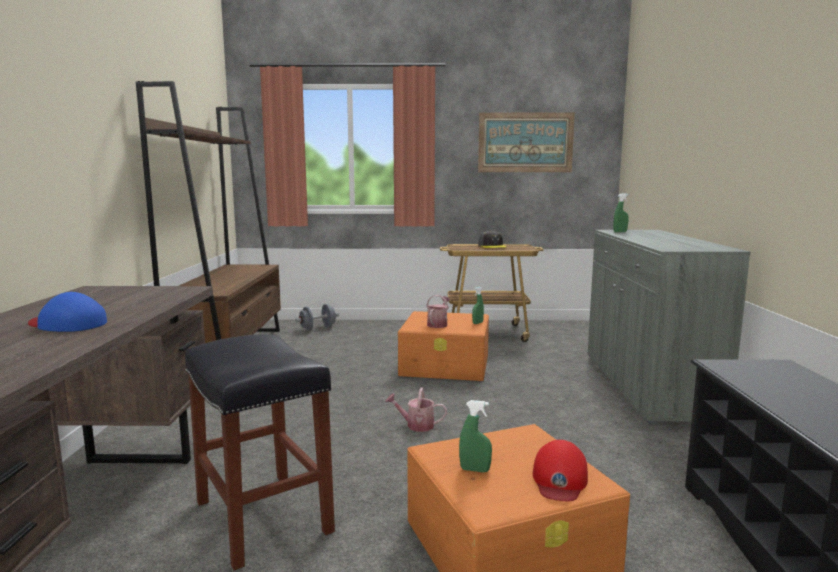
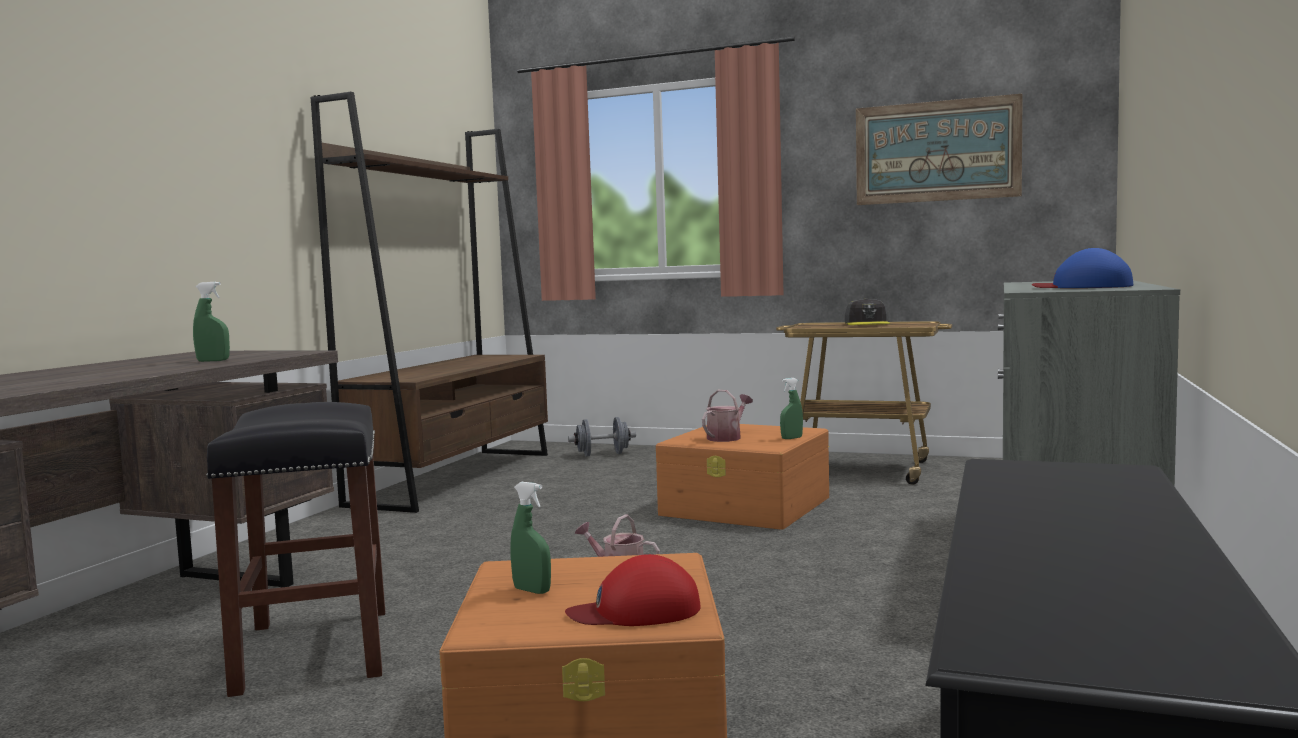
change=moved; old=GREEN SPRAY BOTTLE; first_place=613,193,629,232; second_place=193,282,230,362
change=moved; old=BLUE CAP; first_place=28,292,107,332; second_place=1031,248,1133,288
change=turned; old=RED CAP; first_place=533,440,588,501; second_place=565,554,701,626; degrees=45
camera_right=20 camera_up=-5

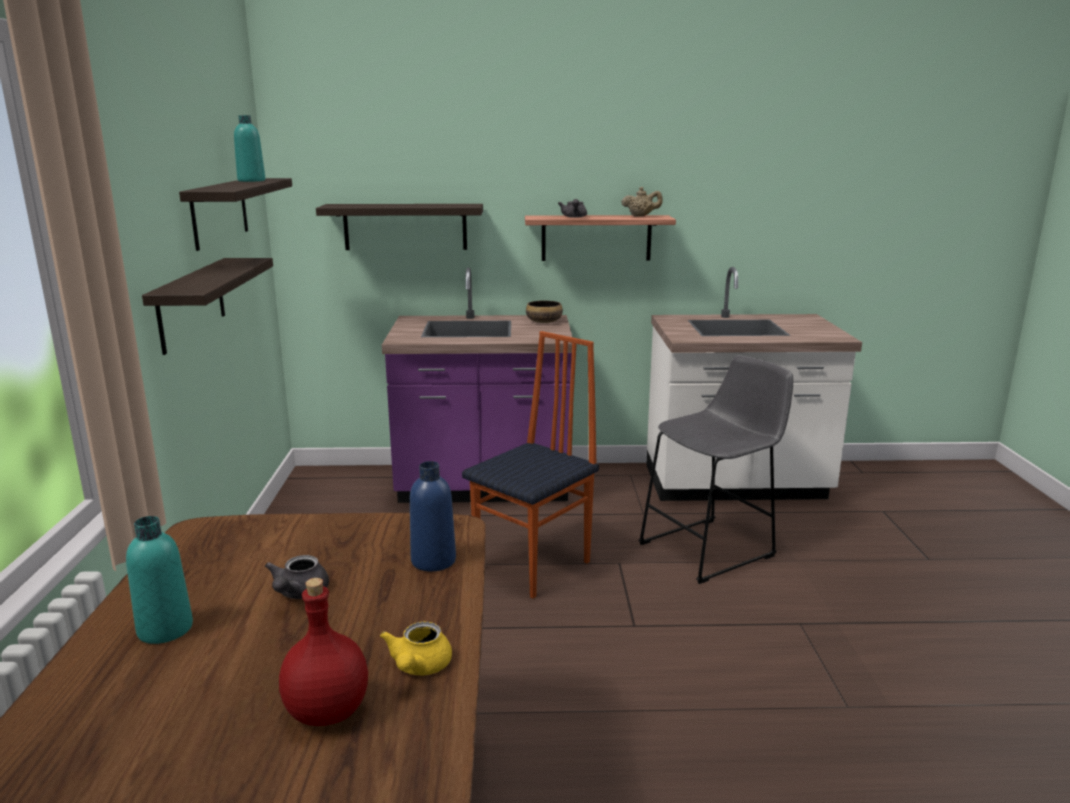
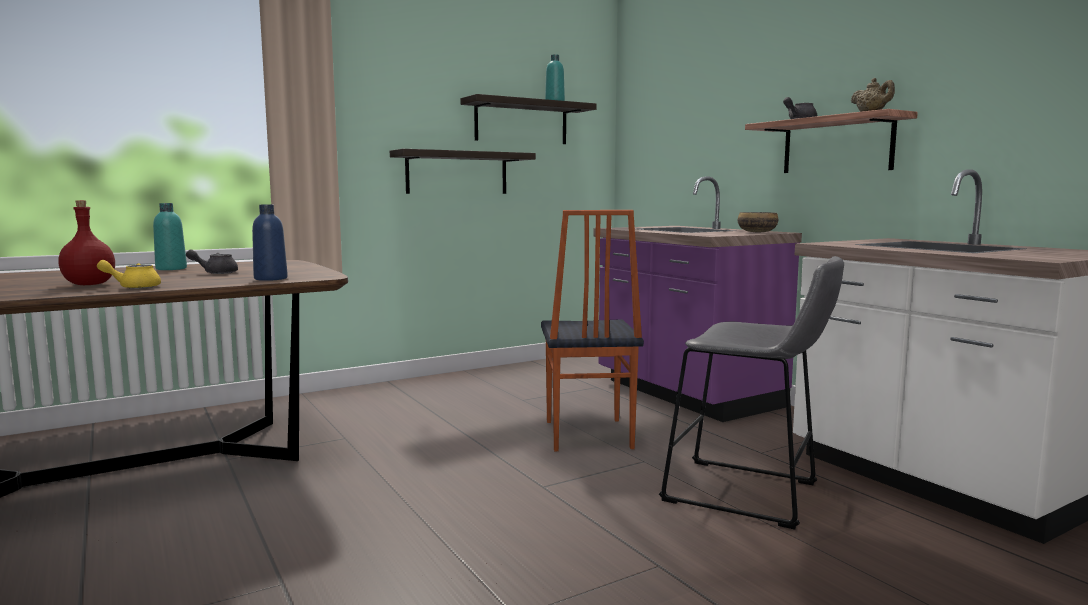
change=removed; old=SHELF; first_place=316,204,483,250
change=turned; old=CHAIR; first_place=462,331,599,598; second_place=541,210,644,451; degrees=75
camera_right=60 camera_up=-10

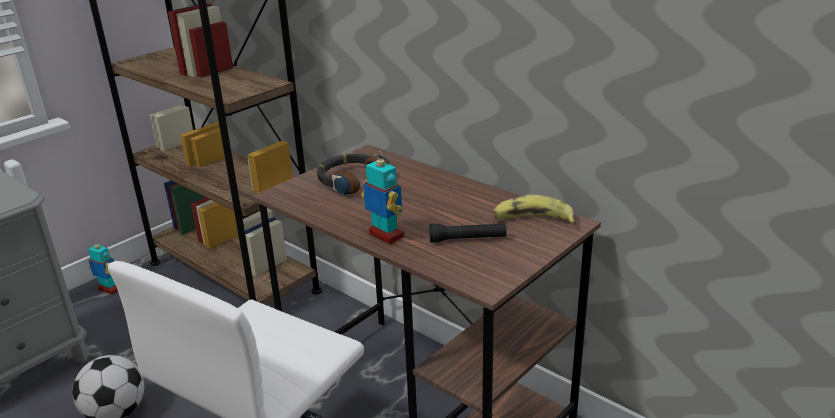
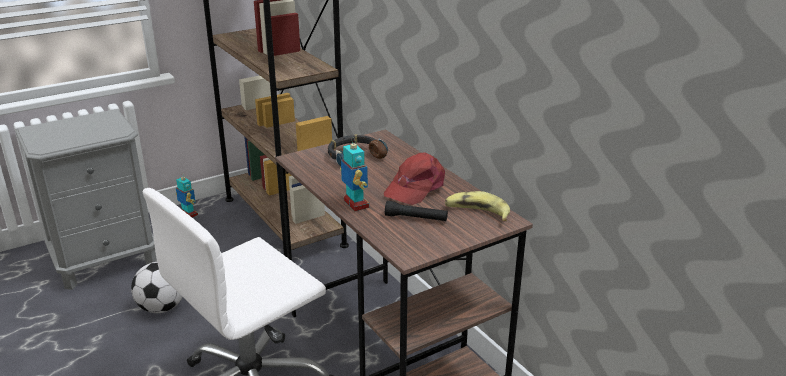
change=added; new=RED CAP; second_place=384,152,445,205
camera_right=15 camera_up=0

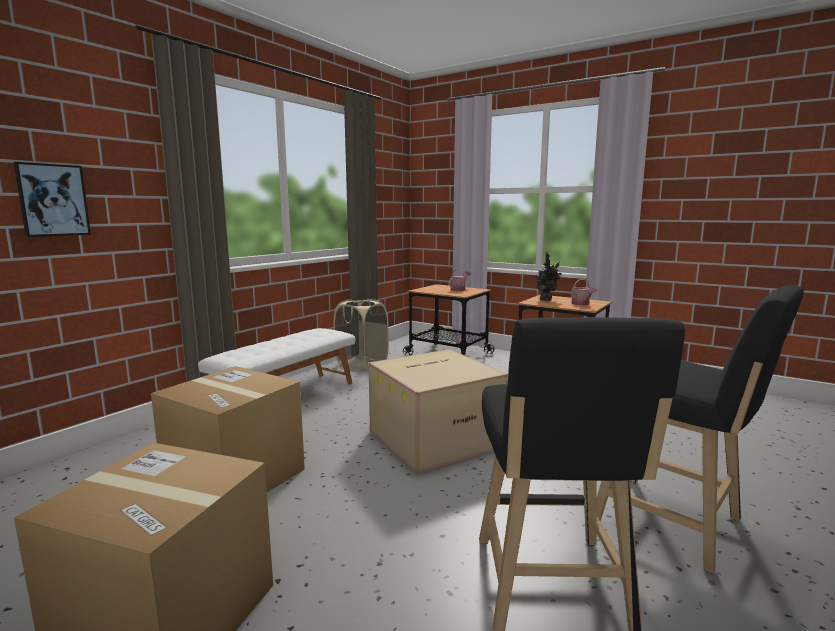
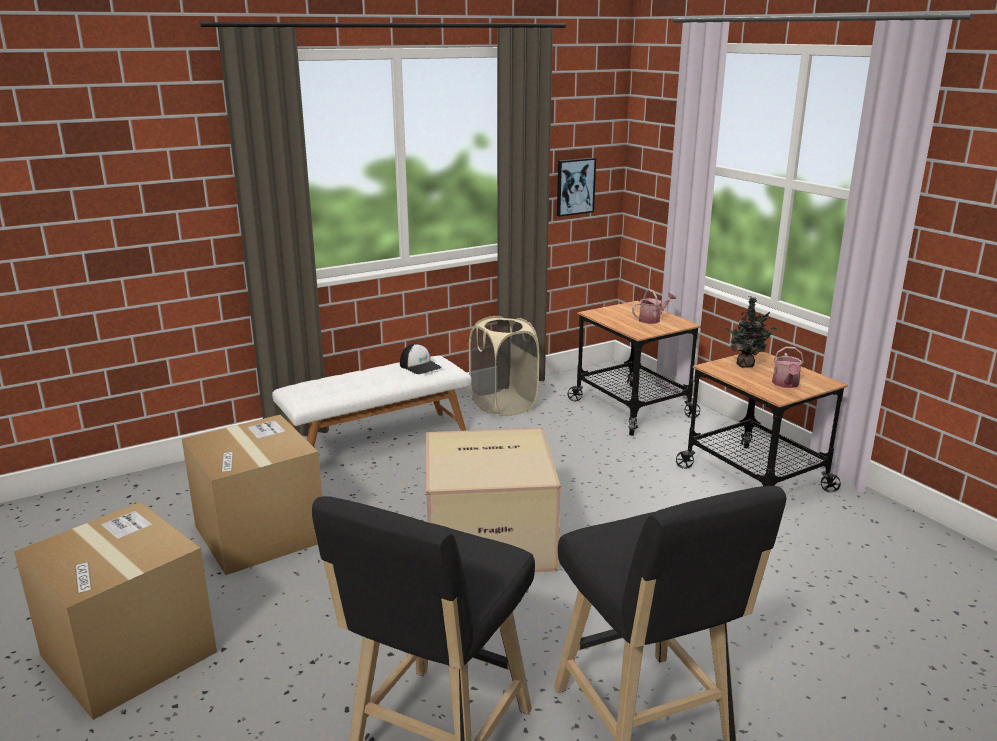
change=moved; old=PICTURE; first_place=14,162,91,237; second_place=557,158,596,217
change=added; new=CAP; second_place=400,344,441,374
camera_right=25 camera_up=10

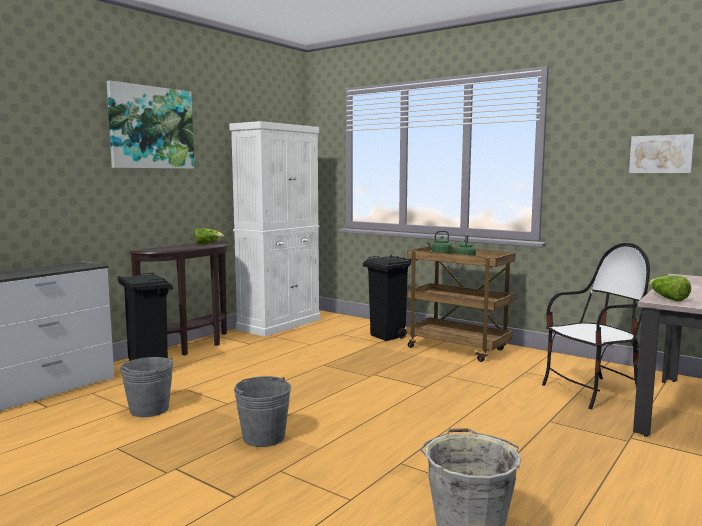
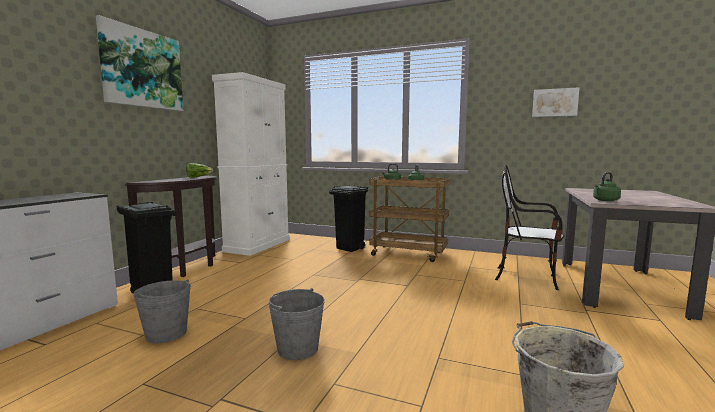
change=turned; old=CHAIR; first_place=542,243,650,409; second_place=495,165,564,290; degrees=-120
change=replaced; old=LETTUCE; new=GREEN KETTLE; first_place=649,275,691,301; second_place=593,172,621,201
camera_right=-15 camera_up=0

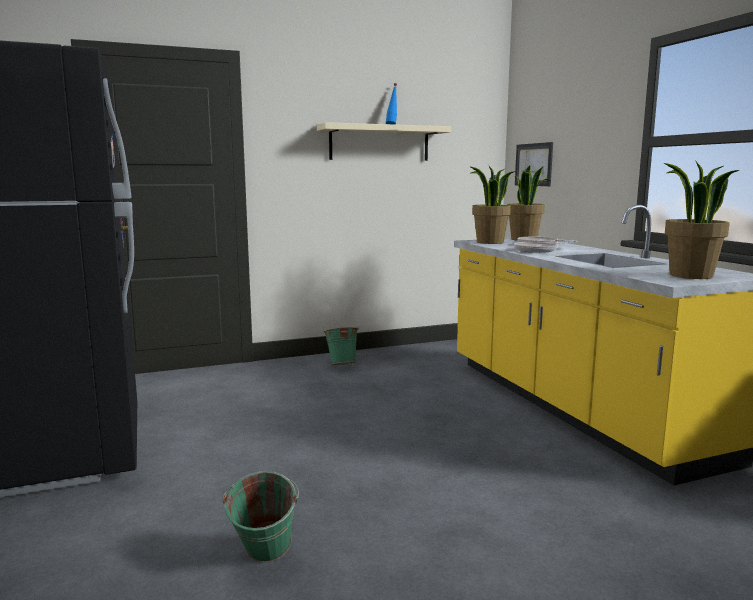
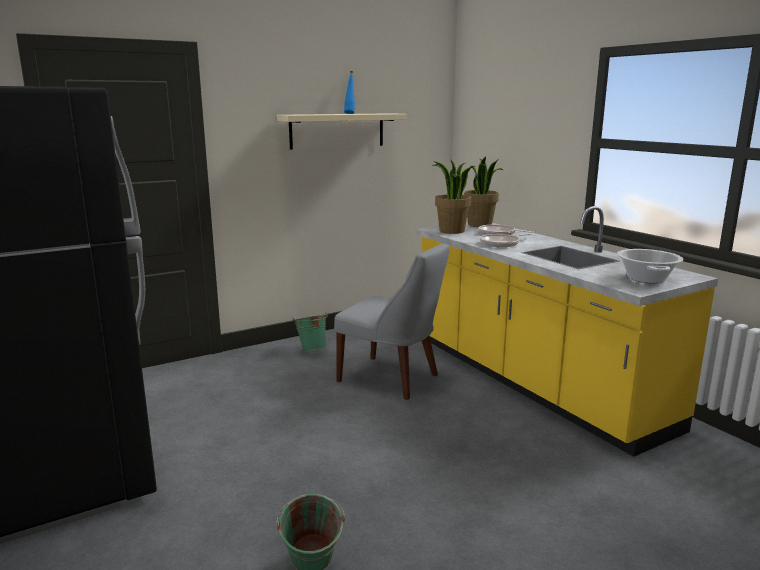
change=removed; old=PICTURE; first_place=515,142,553,186
change=replaced; old=POTTED PLANT; new=COOKING POT; first_place=664,160,739,279; second_place=617,249,683,283
change=added; new=GREY CHAIR; second_place=334,243,450,400
camera_right=-10 camera_up=5

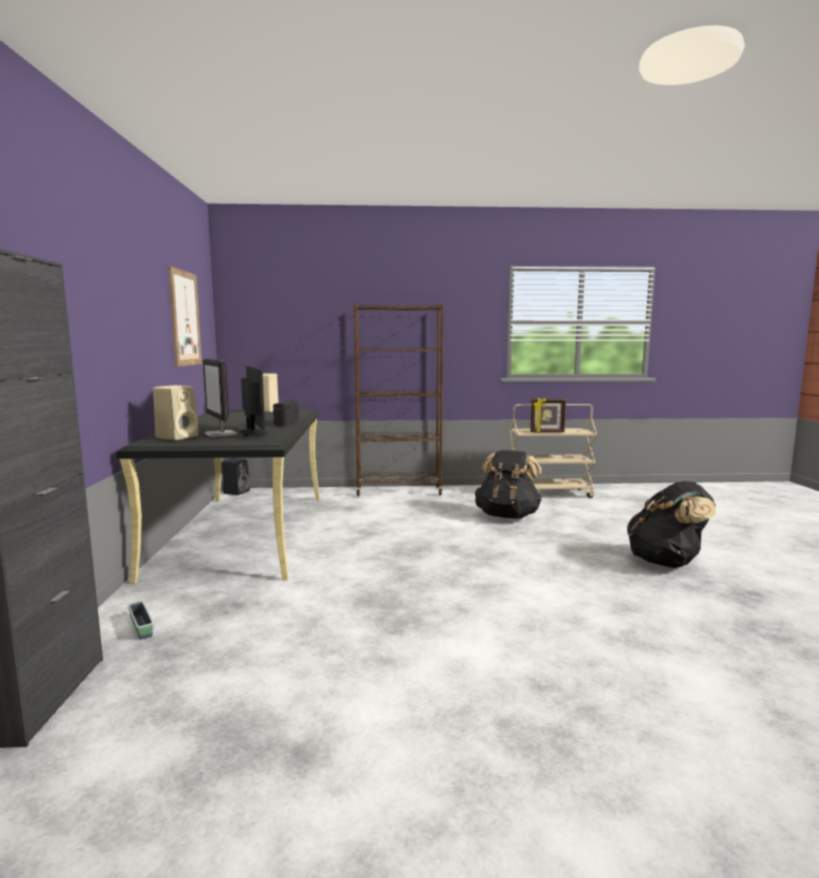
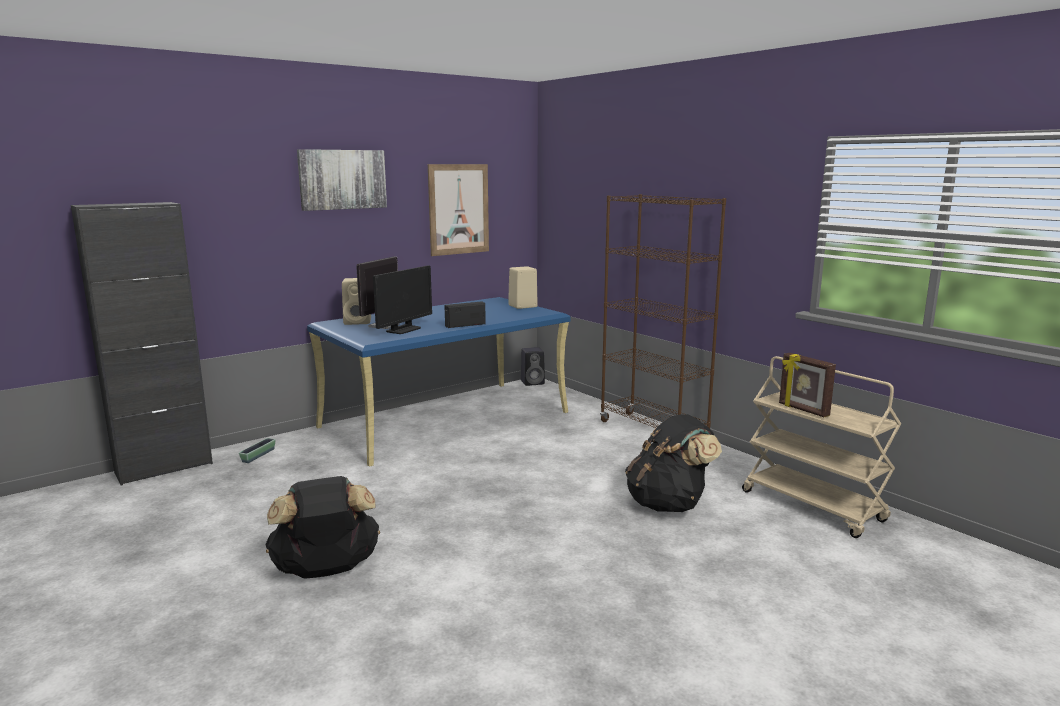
change=recoloured; old=BLACK DESK; new=BLUE DESK; first_place=116,410,320,584; second_place=307,297,571,467
change=moved; old=BLACK BACKPACK; first_place=627,481,716,568; second_place=265,476,380,578
change=added; new=PICTURE; second_place=297,149,387,211
camera_right=55 camera_up=5

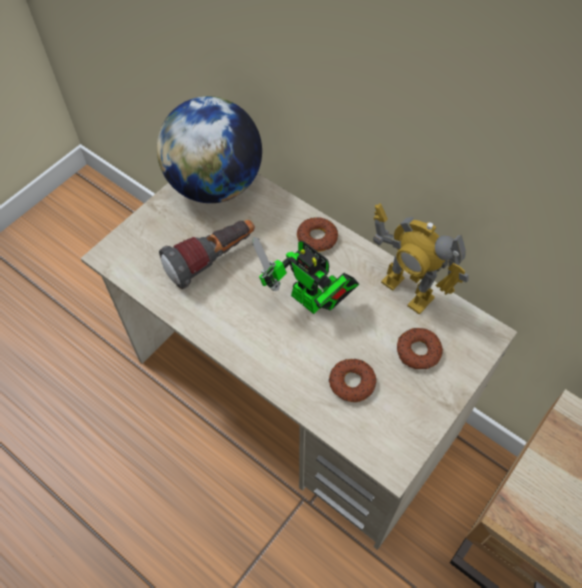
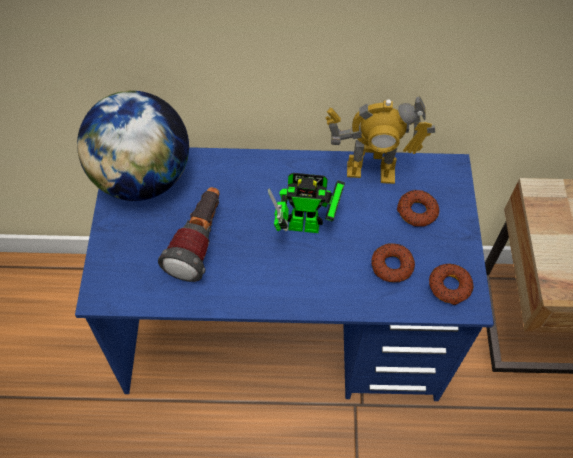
change=recoloured; old=BEIGE DESK; new=BLUE DESK; first_place=81,173,517,550; second_place=75,147,494,401
change=moved; old=DONUT; first_place=297,217,338,252; second_place=429,264,474,305
camera_right=-40 camera_up=0

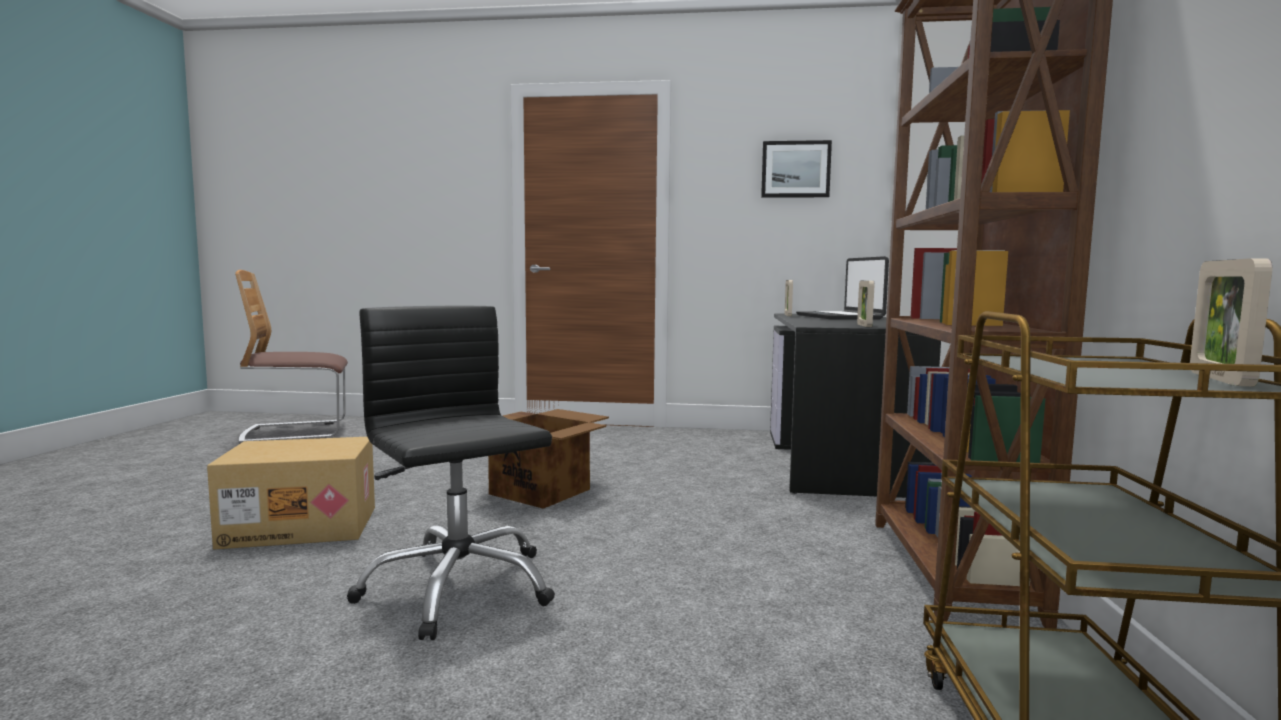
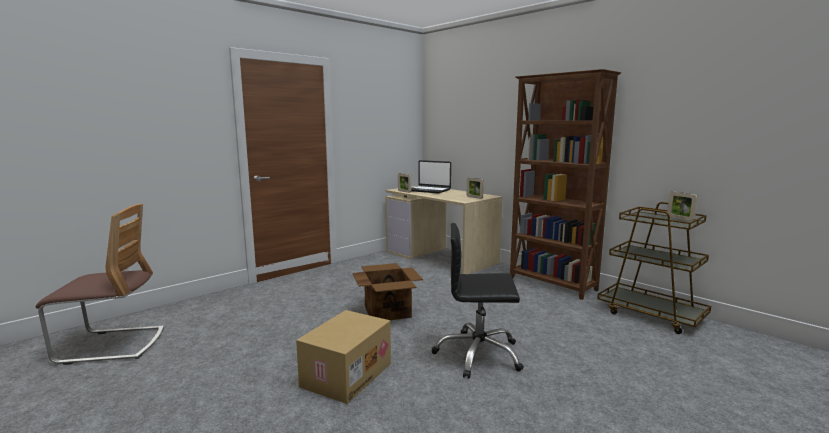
change=removed; old=PICTURE; first_place=761,140,832,198
change=turned; old=CHAIR; first_place=235,270,348,444; second_place=36,204,164,365; degrees=-120
change=recoloured; old=BLACK DESK; new=BEIGE DESK; first_place=770,313,941,498; second_place=385,186,502,274
camera_right=-50 camera_up=5

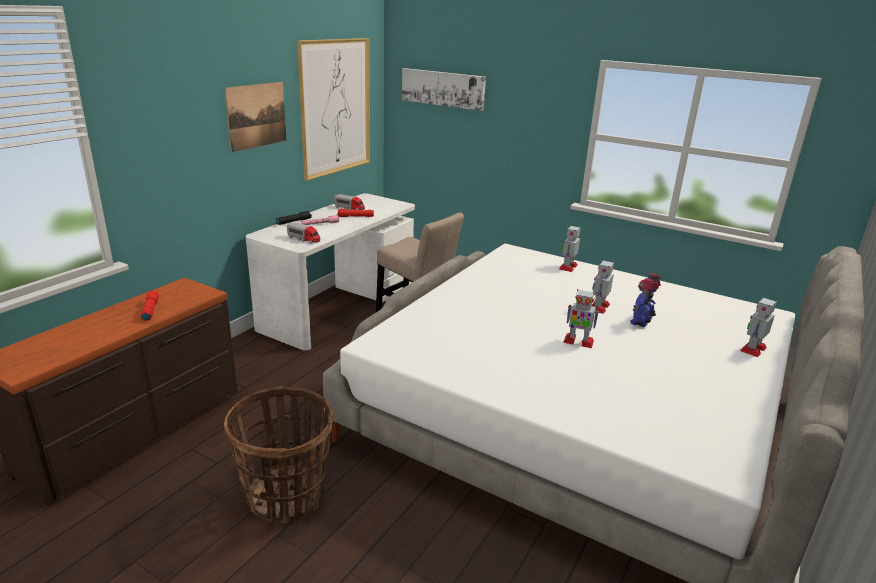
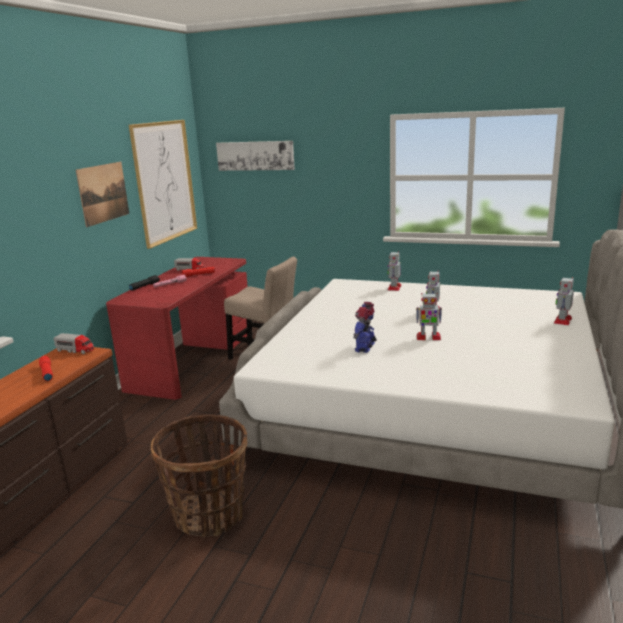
change=recoloured; old=WHITE DESK; new=RED DESK; first_place=246,193,415,351; second_place=106,257,248,400
change=moved; old=TOY TRUCK; first_place=287,222,320,244; second_place=54,333,94,354
change=moved; old=TOY ROBOT; first_place=630,273,661,327; second_place=353,302,377,353
camera_right=-10 camera_up=-5

